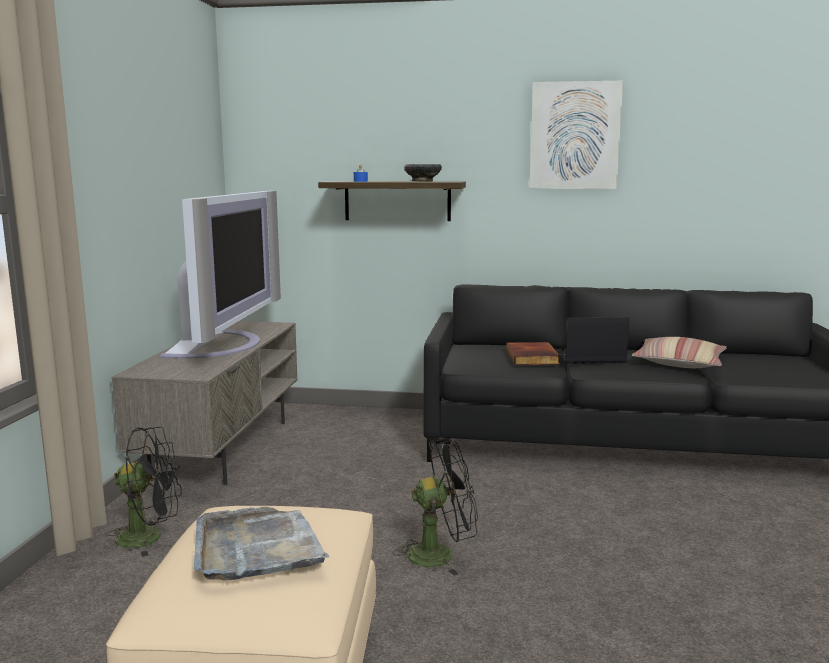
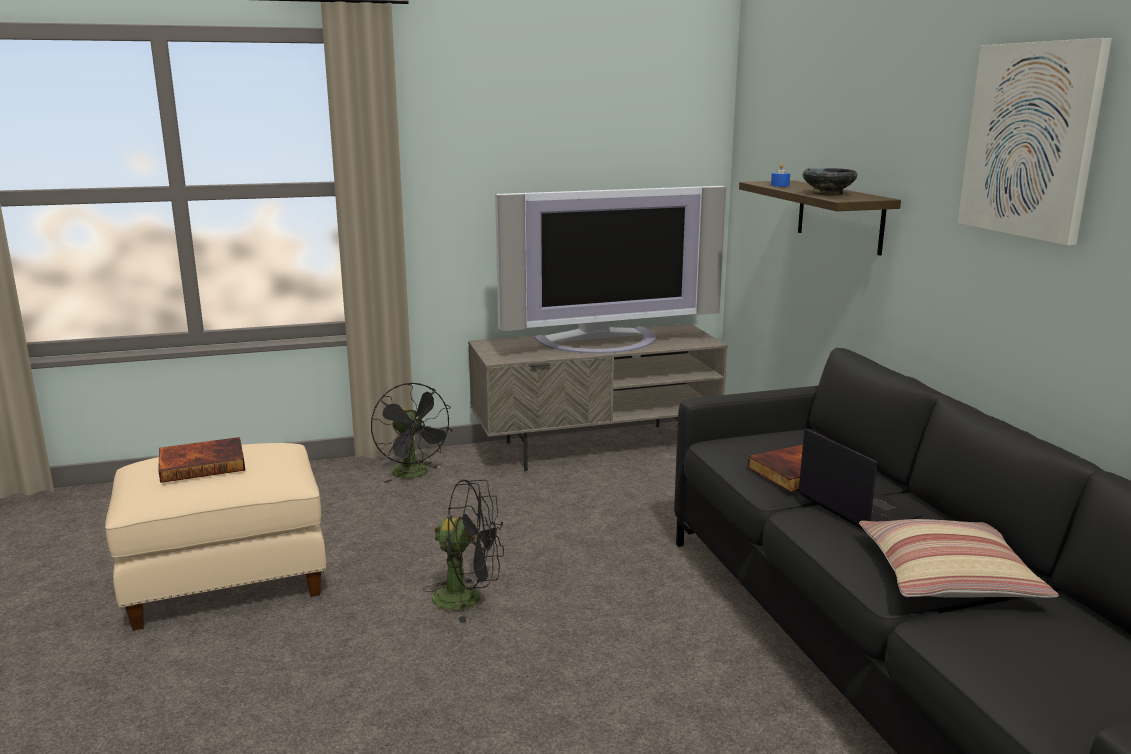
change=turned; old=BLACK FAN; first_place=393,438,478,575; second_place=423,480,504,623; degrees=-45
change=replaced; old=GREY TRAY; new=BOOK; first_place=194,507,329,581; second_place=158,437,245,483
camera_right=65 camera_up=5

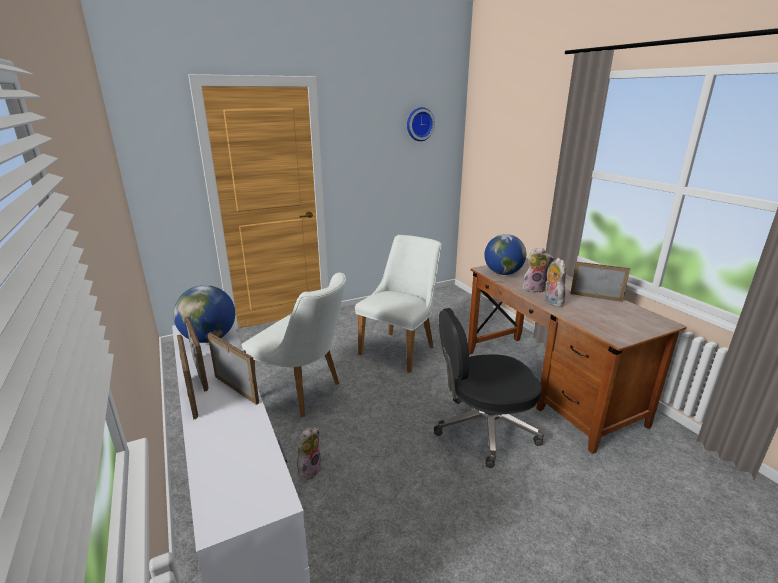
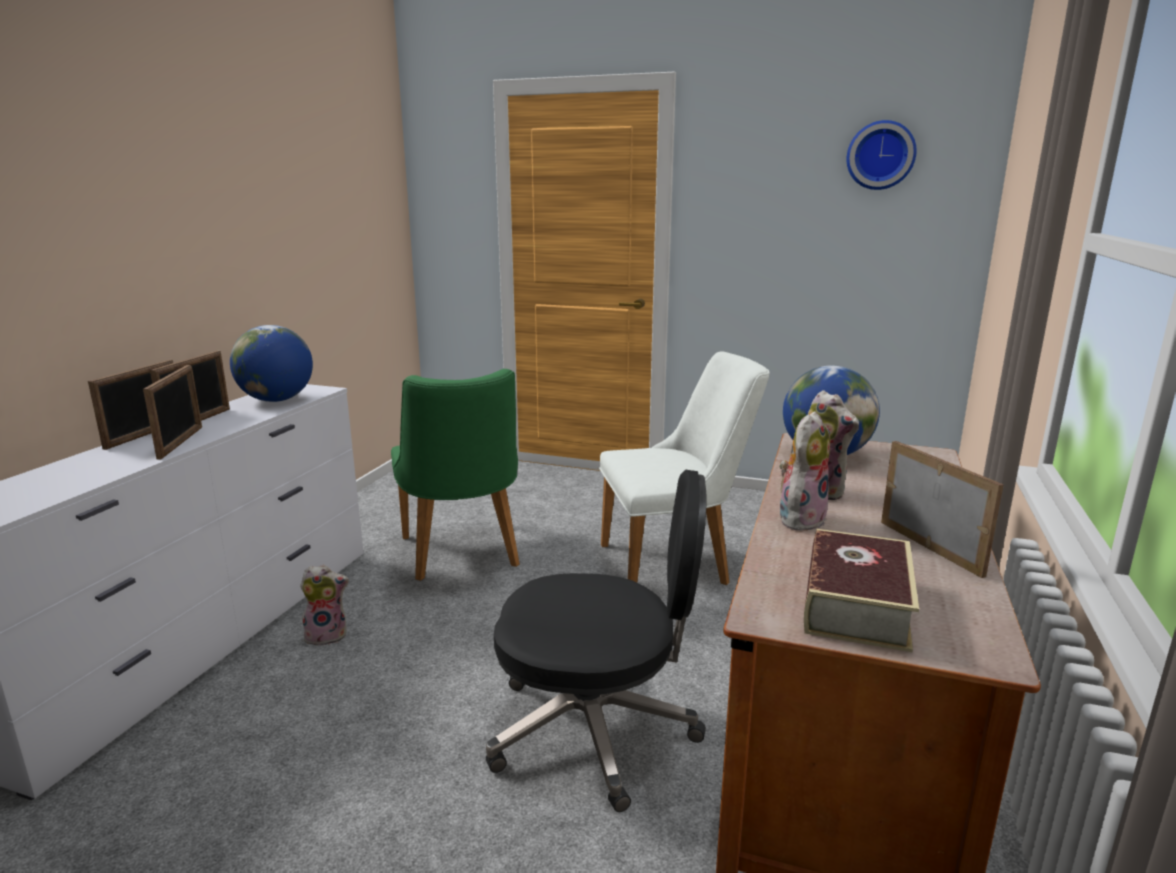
change=recoloured; old=WHITE CHAIR; new=GREEN CHAIR; first_place=241,273,346,417; second_place=391,369,520,581
change=turned; old=BLACK OFFICE CHAIR; first_place=434,308,544,468; second_place=486,470,707,812; degrees=150
change=added; new=BOOK; second_place=804,529,919,652
camera_right=45 camera_up=-5

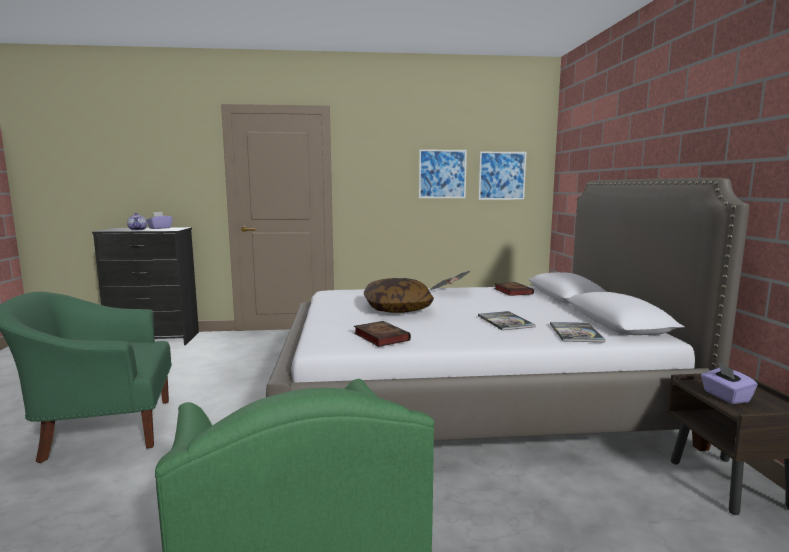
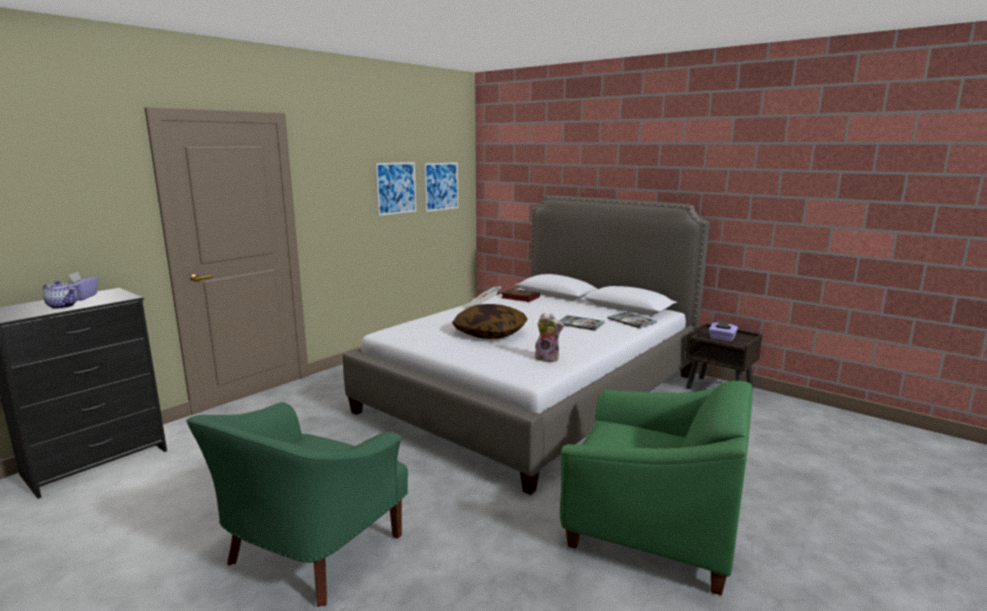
change=replaced; old=BOOK; new=PLUSH TOY; first_place=354,321,411,347; second_place=535,312,564,362
camera_right=-45 camera_up=5

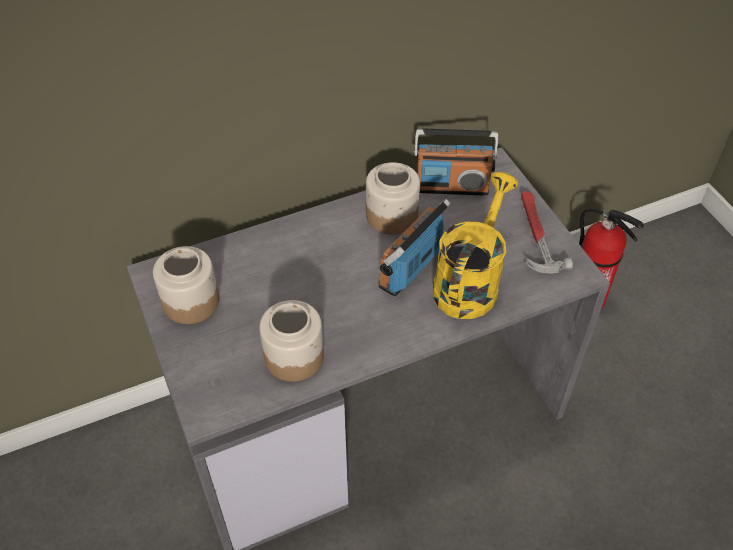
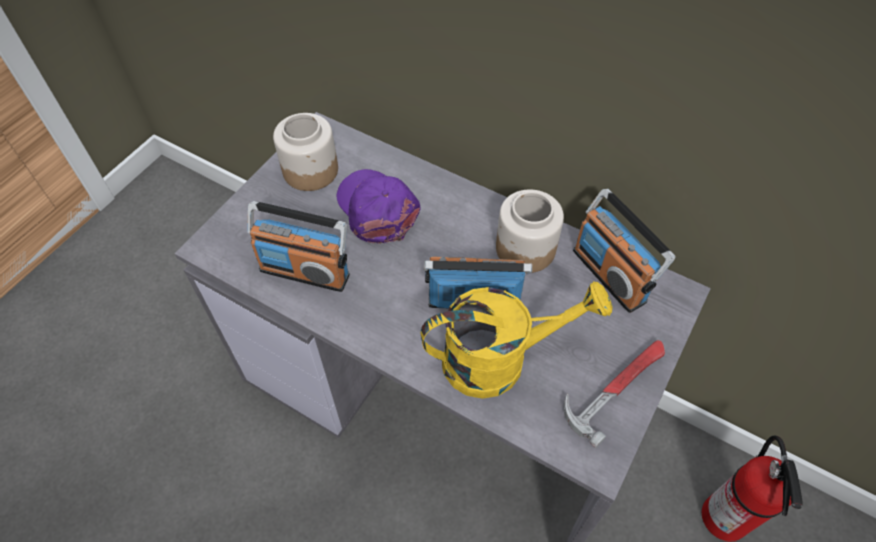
change=replaced; old=JAR; new=RADIO; first_place=259,300,324,382; second_place=247,201,350,292
change=added; new=PURPLE CAP; second_place=337,169,421,244
camera_right=55 camera_up=5

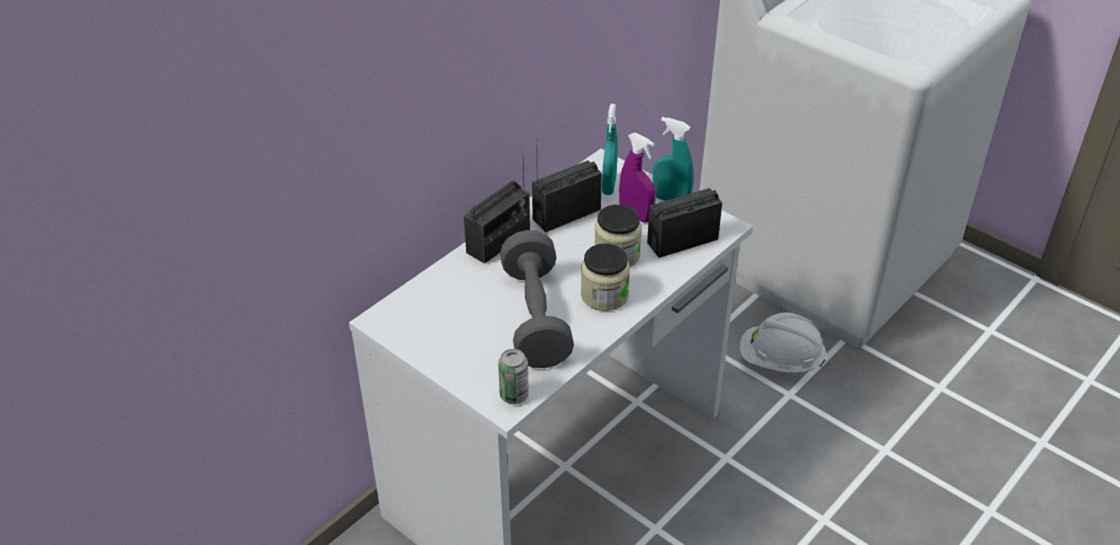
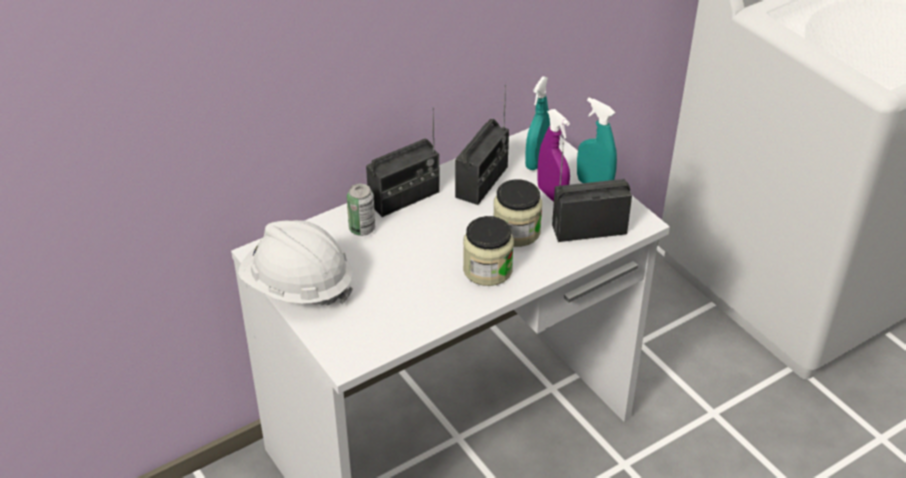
change=turned; old=RADIO; first_place=532,139,602,232; second_place=455,85,509,205; degrees=135
change=removed; old=GREY DUMBBELL; first_place=500,230,574,368
change=moved; old=WHITE HARD HAT; first_place=740,312,826,373; second_place=238,220,353,306
change=moved; old=CAN; first_place=498,349,529,404; second_place=347,184,375,236
camera_right=15 camera_up=0

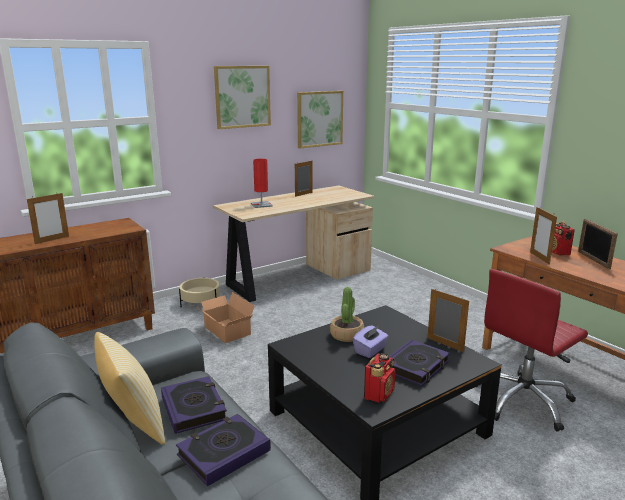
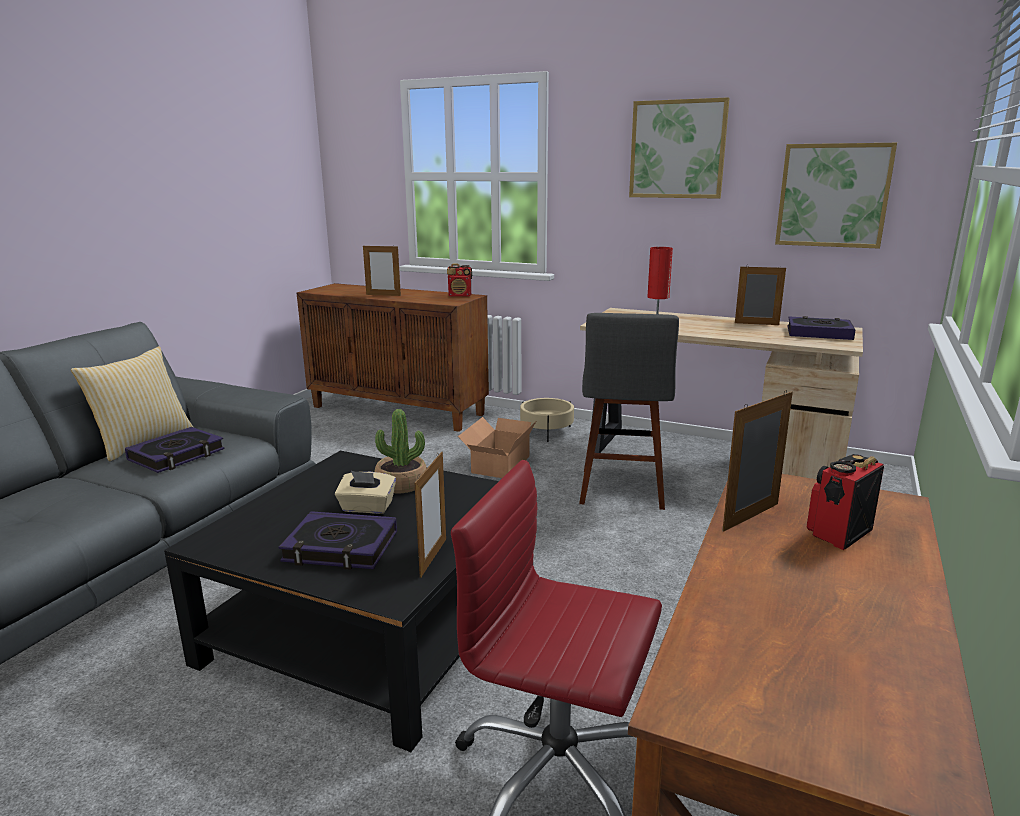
change=removed; old=PICTURE FRAME; first_place=578,219,618,269
change=recoloured; old=PURPLE TISSUE BOX; new=BEIGE TISSUE BOX; first_place=353,325,388,358; second_place=335,471,396,514
change=moved; old=RADIO; first_place=364,353,395,403; second_place=447,264,472,297
change=moved; old=BOOK; first_place=176,414,271,486; second_place=787,316,856,340
change=added; new=GREY STOOL; second_place=579,313,679,510
camera_right=60 camera_up=0

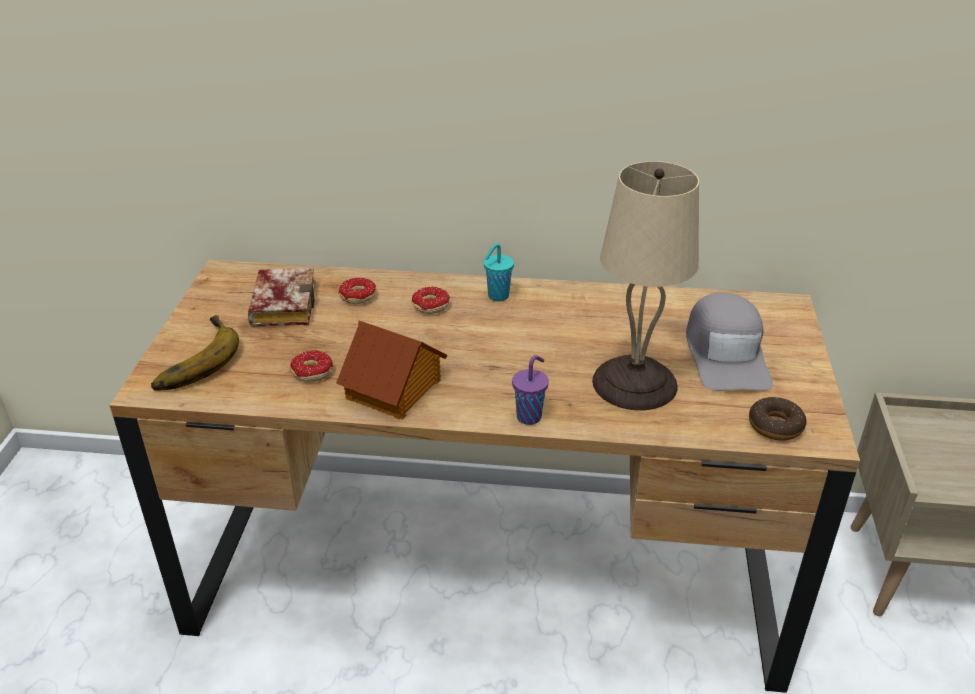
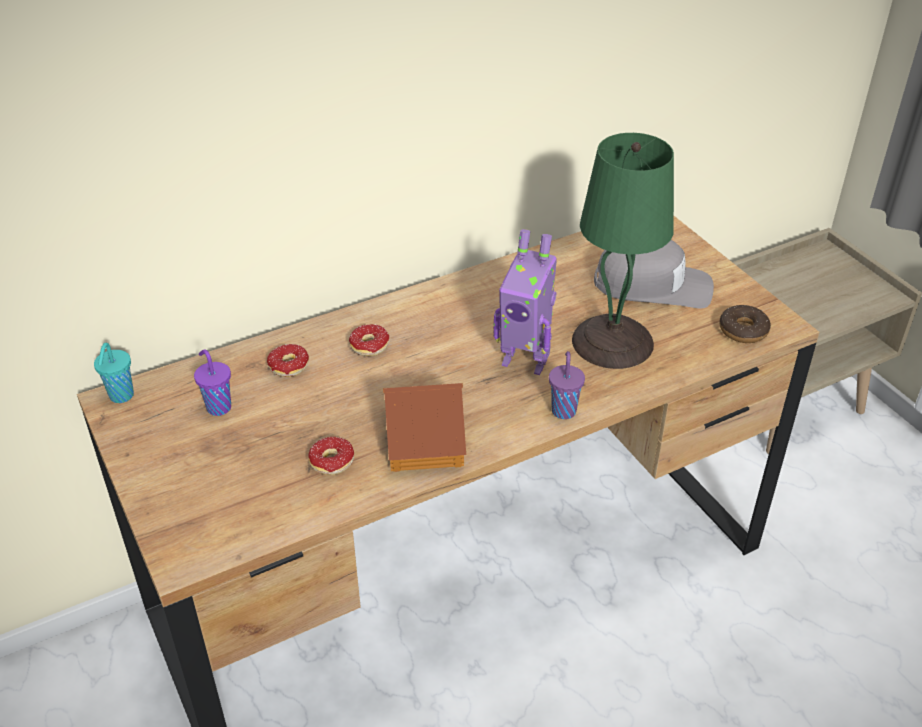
change=recoloured; old=BEIGE TABLE LAMP; new=GREEN TABLE LAMP; first_place=592,161,699,410; second_place=572,133,674,369
change=moved; old=TURQUOISE CUP; first_place=484,243,514,301; second_place=94,343,134,403
change=replaced; old=BOOK; new=PURPLE CUP; first_place=248,268,315,327; second_place=194,349,231,416
change=turned; old=GREY CAP; first_place=686,293,773,391; second_place=594,240,714,308; degrees=-45
change=removed; old=BANANA; first_place=151,315,239,391
change=added; new=TOY ROBOT; second_place=494,229,557,375
camera_right=-35 camera_up=5

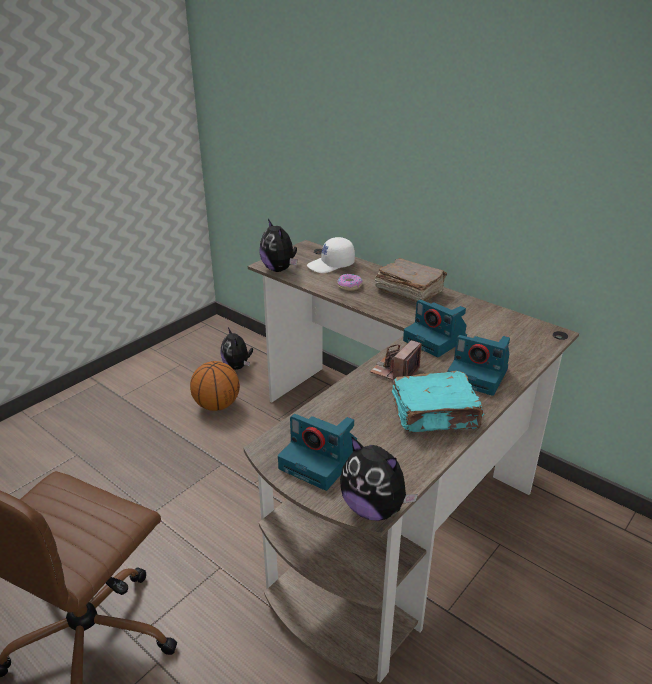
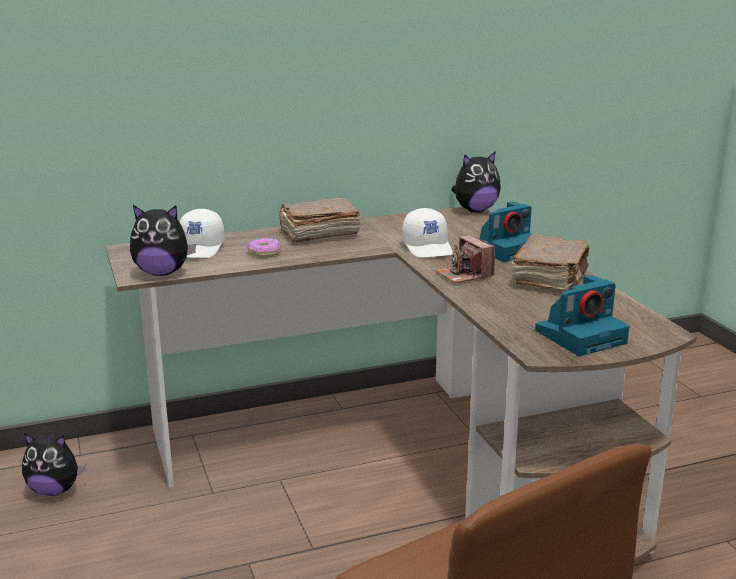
change=replaced; old=PHOTO CAMERA; new=WHITE CAP; first_place=403,300,467,357; second_place=402,208,453,258
change=removed; old=BASKETBALL; first_place=190,361,240,411
change=recoloured; old=TURQUOISE BOOK; new=BROWN BOOK; first_place=392,371,484,432; second_place=512,234,589,292
change=moved; old=PLUSH TOY; first_place=340,436,418,521; second_place=451,151,501,212
camera_right=-60 camera_up=-10

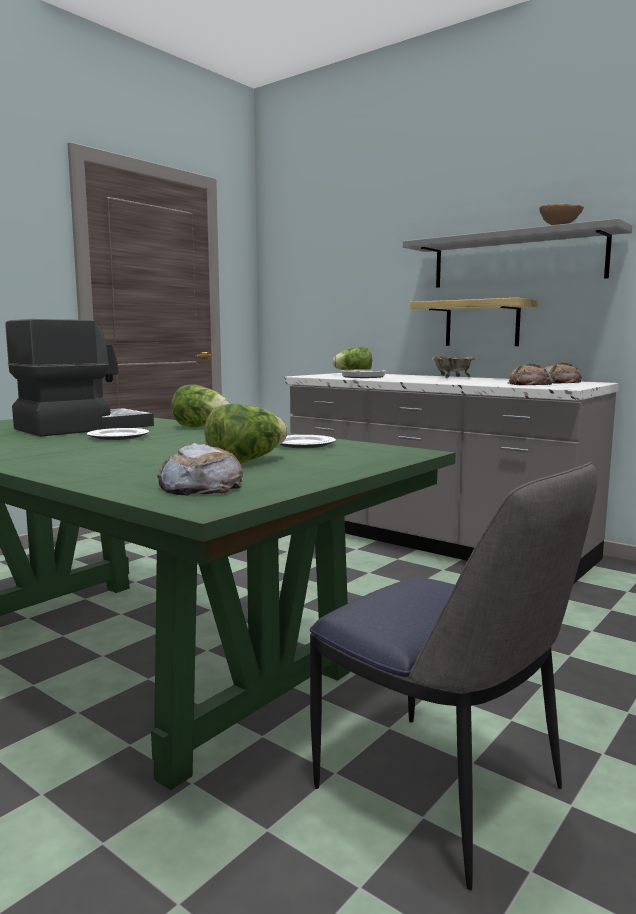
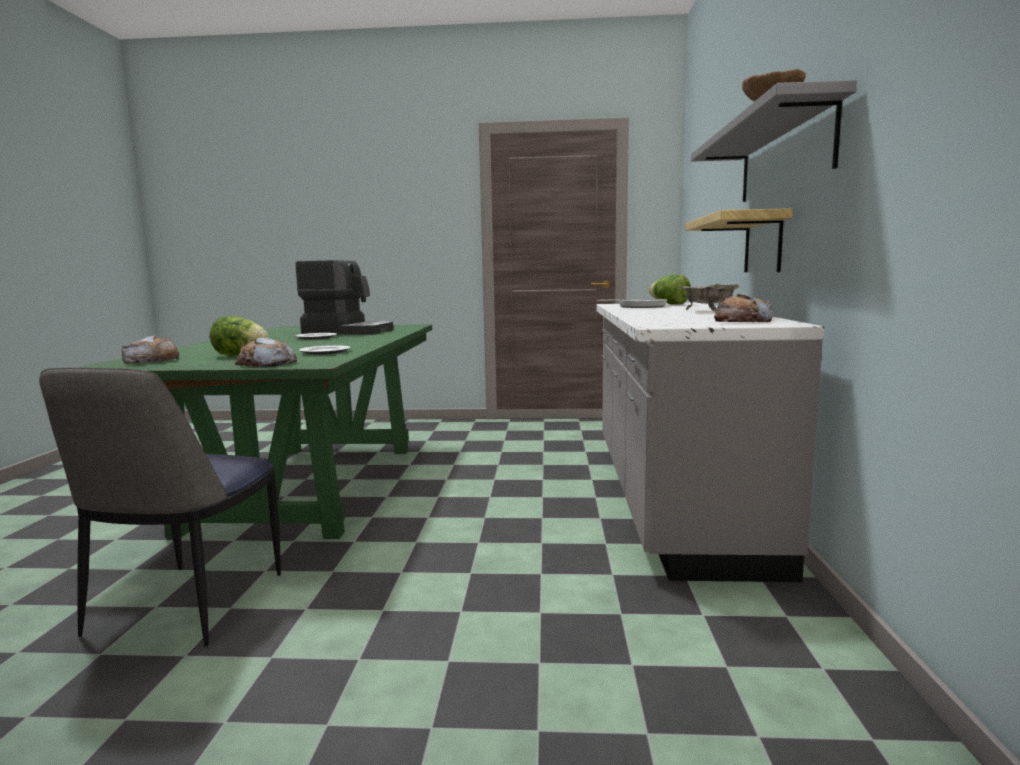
change=moved; old=BREAD; first_place=508,363,553,385; second_place=235,337,297,367
change=removed; old=LETTUCE; first_place=171,385,230,427
camera_right=55 camera_up=0

